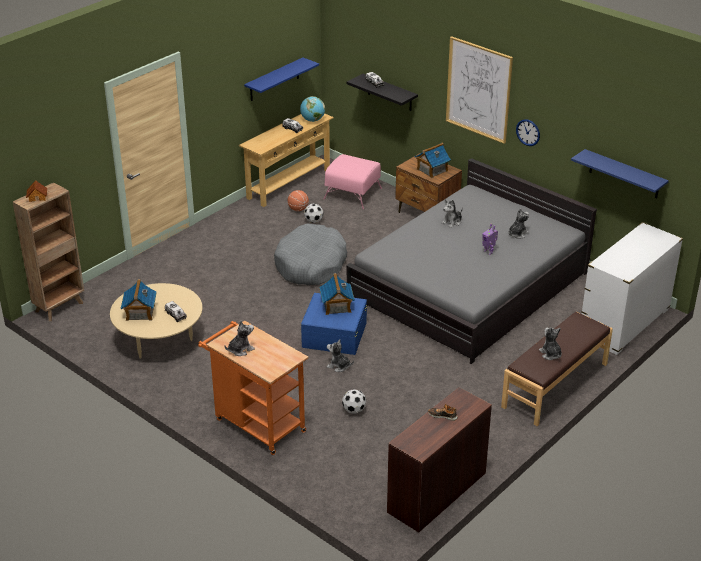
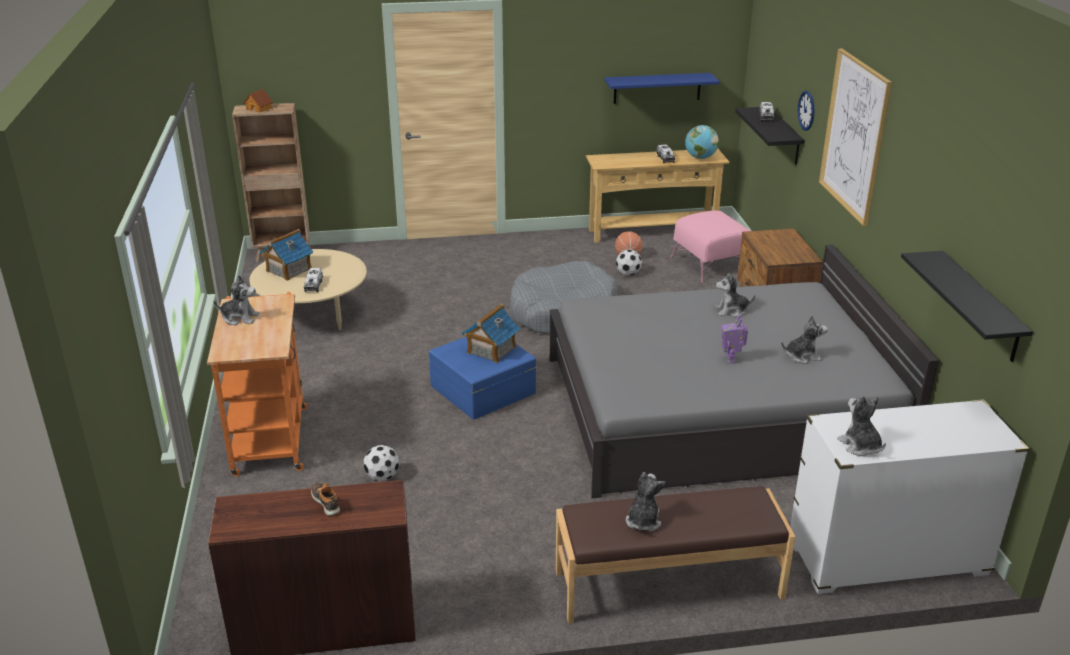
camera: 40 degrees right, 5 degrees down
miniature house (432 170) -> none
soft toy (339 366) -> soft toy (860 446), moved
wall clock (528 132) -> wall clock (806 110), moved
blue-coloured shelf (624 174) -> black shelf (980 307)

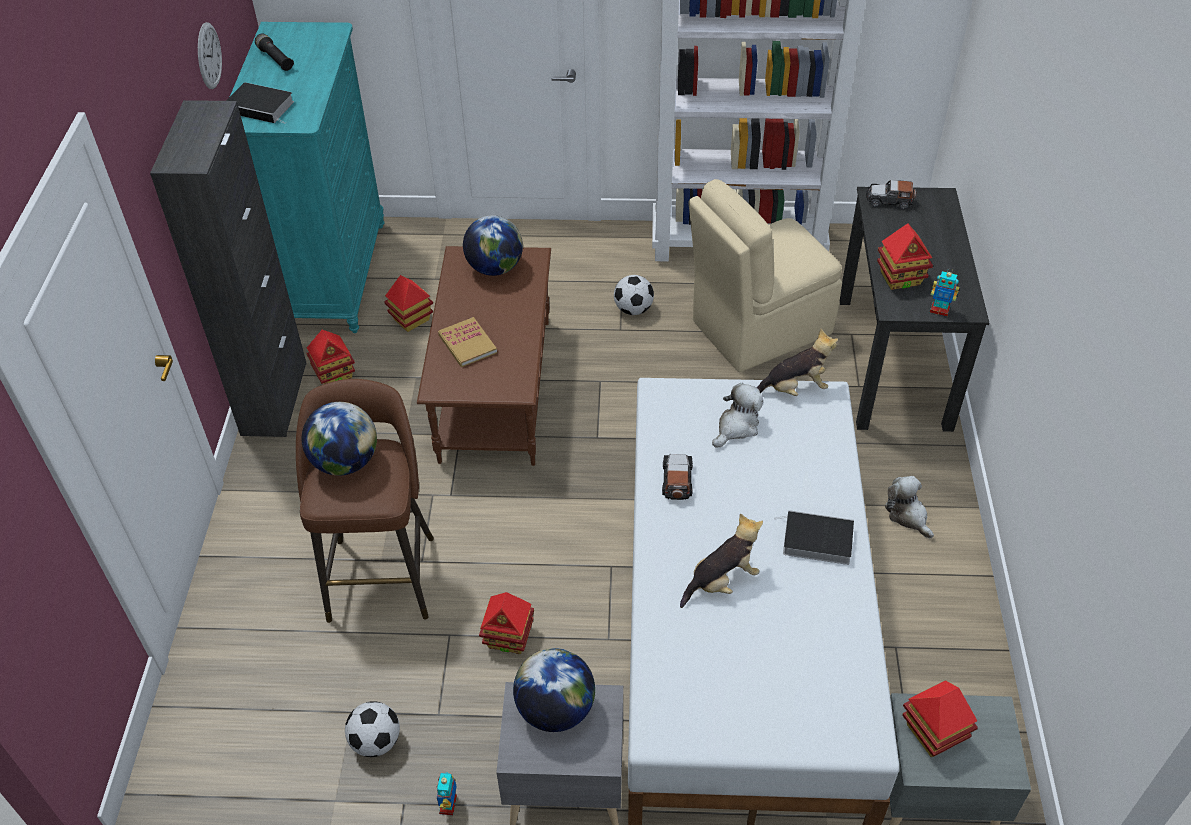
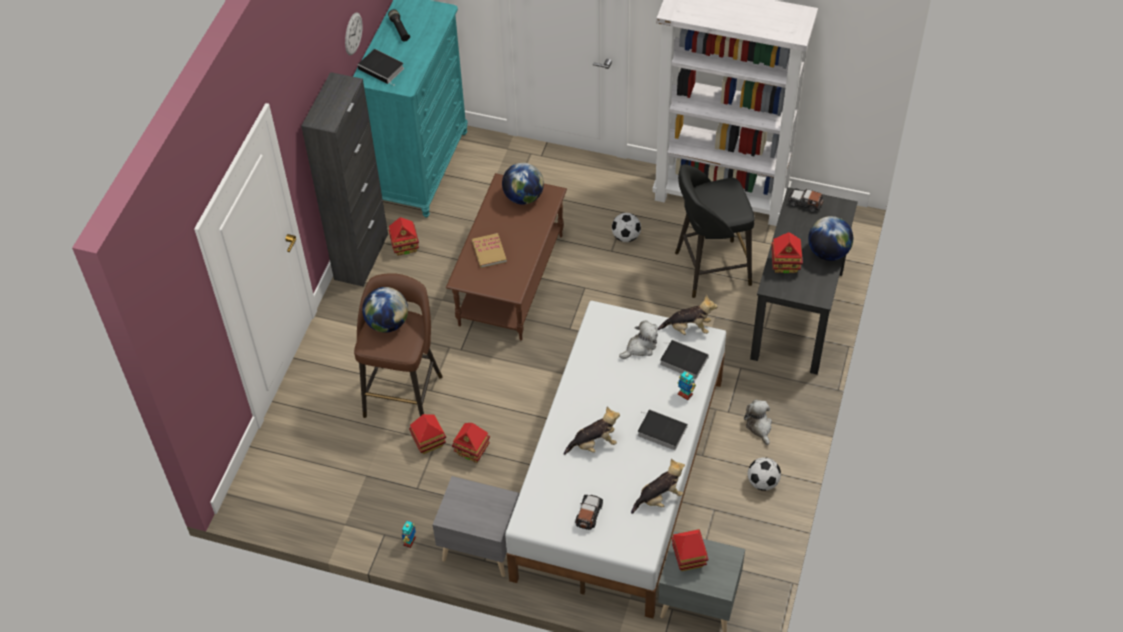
camera: 15 degrees right, 5 degrees up
none -> soft toy (659 498)
none -> book (682 361)
football (376 741) -> football (762 482), moved
miniature house (411 319) -> miniature house (429 443), moved
globe (555 710) -> globe (828 252), moved
model car (677 481) -> model car (588 514), moved
robot figure (939 310) -> robot figure (685 394), moved
beige upright chair (758 328) -> black stool seat (710 269)

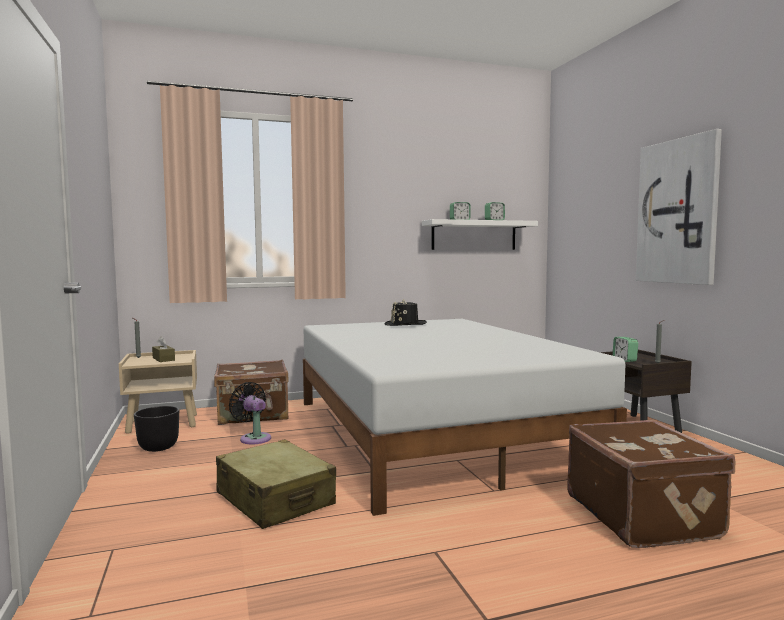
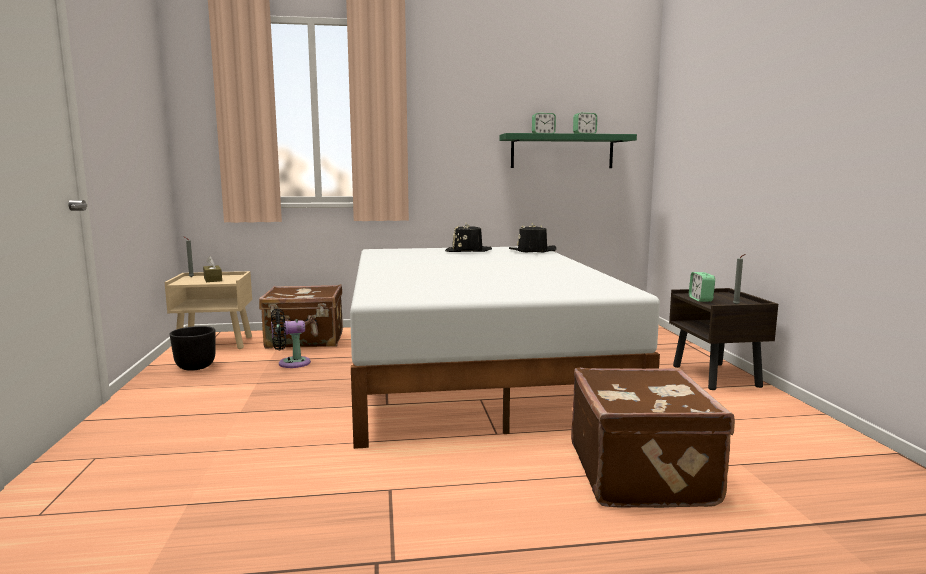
camera: 10 degrees right, 5 degrees up
beige travel case (275 499) -> none
wall art (677 211) -> none
none -> black hat (532 251)
whitish shelf (474 235) -> green shelf (562 151)
black electric fan (253 438) -> black electric fan (290 363), 75 degrees counterclockwise

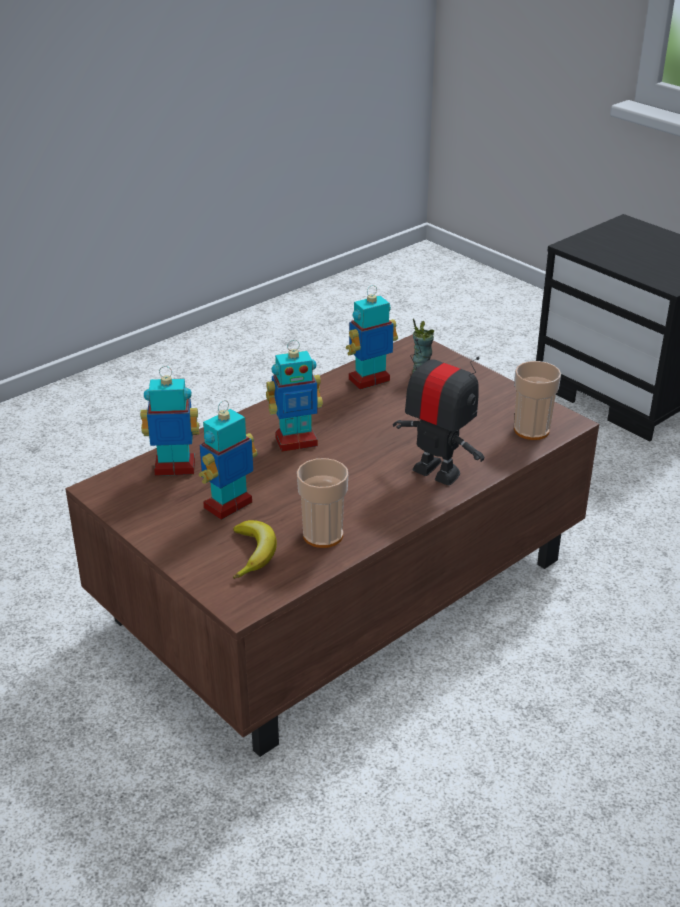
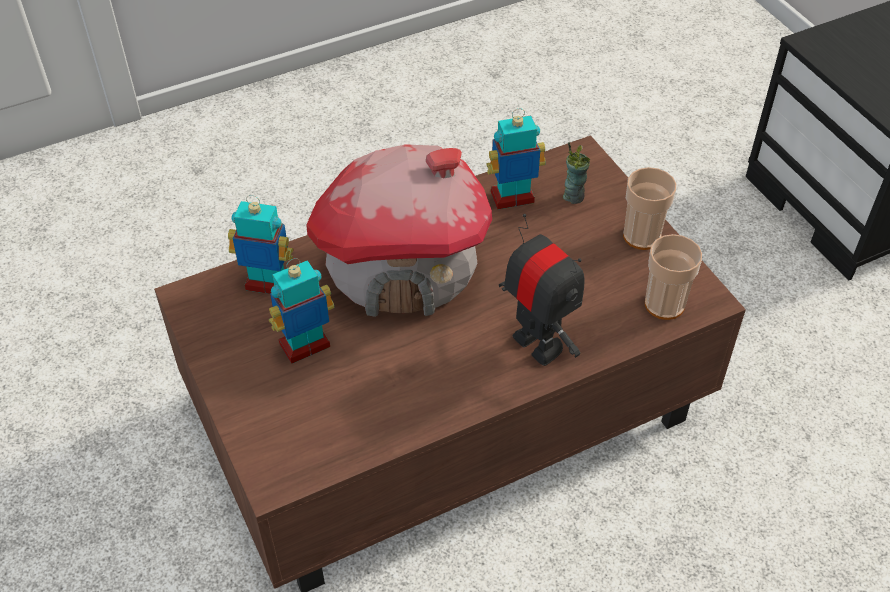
camera: 15 degrees right, 15 degrees up
banana fruit (254 553) -> none
small cup (323 535) -> small cup (642 236), moved
robot figure (296 441) -> miniature house (404 271)

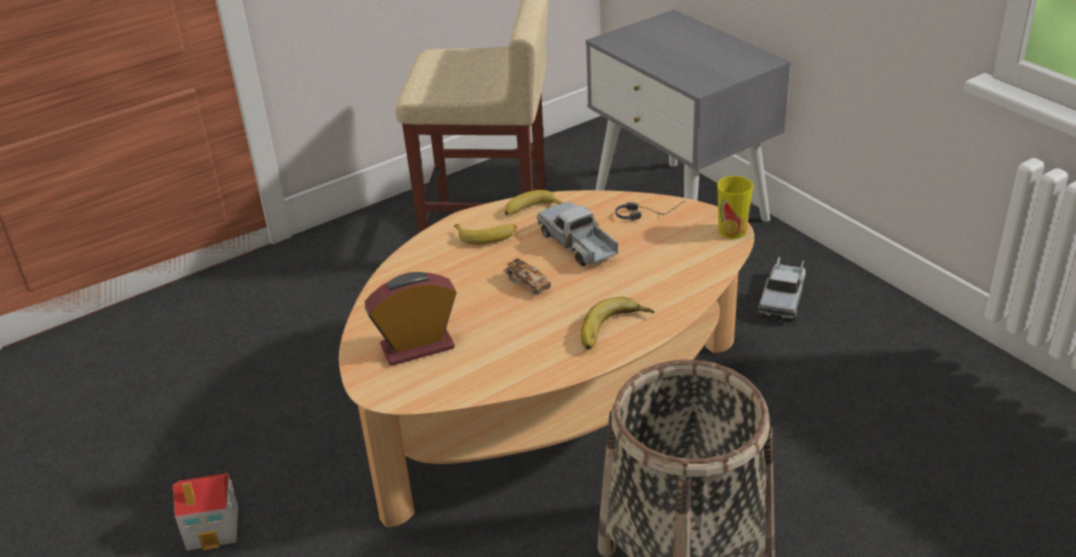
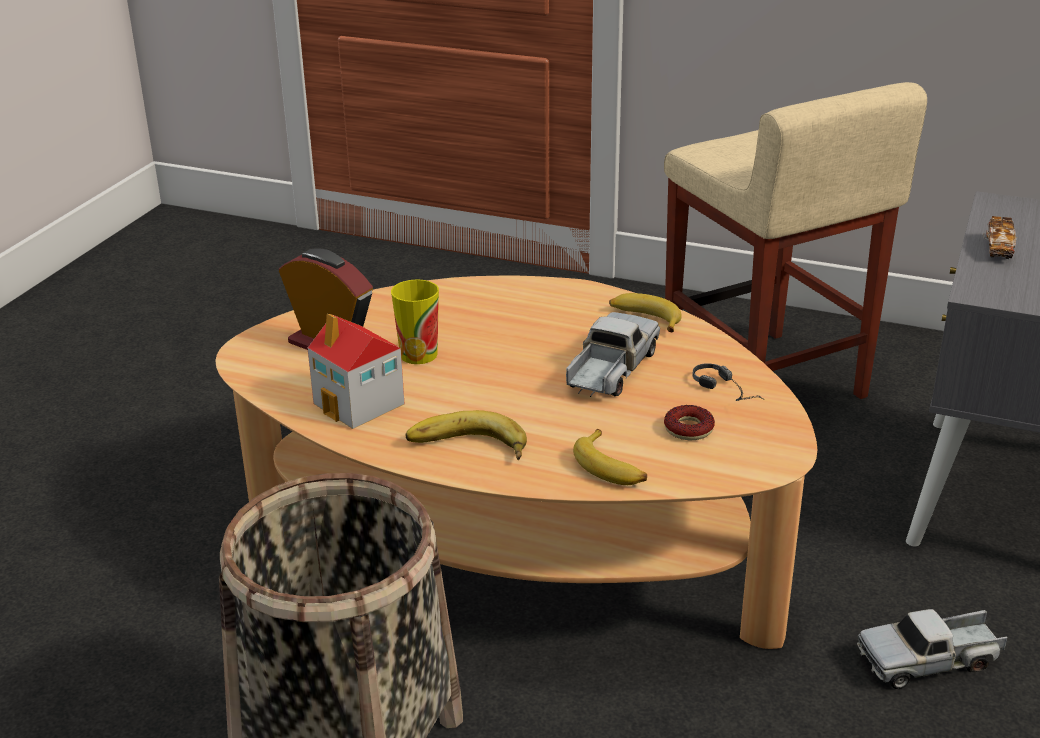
camera: 55 degrees right, 5 degrees down
none -> doughnut (689 429)
miniature house (214 528) -> miniature house (360 404), moved
banana fruit (487 236) -> banana fruit (611 467), moved
model car (527 284) -> model car (998 248), moved
small cup (732 231) -> small cup (418 354), moved

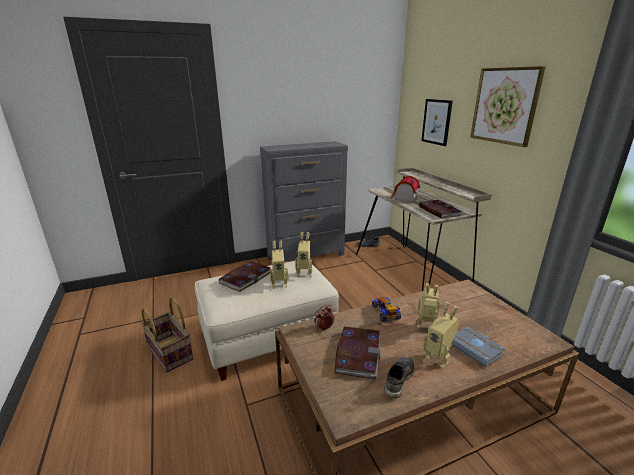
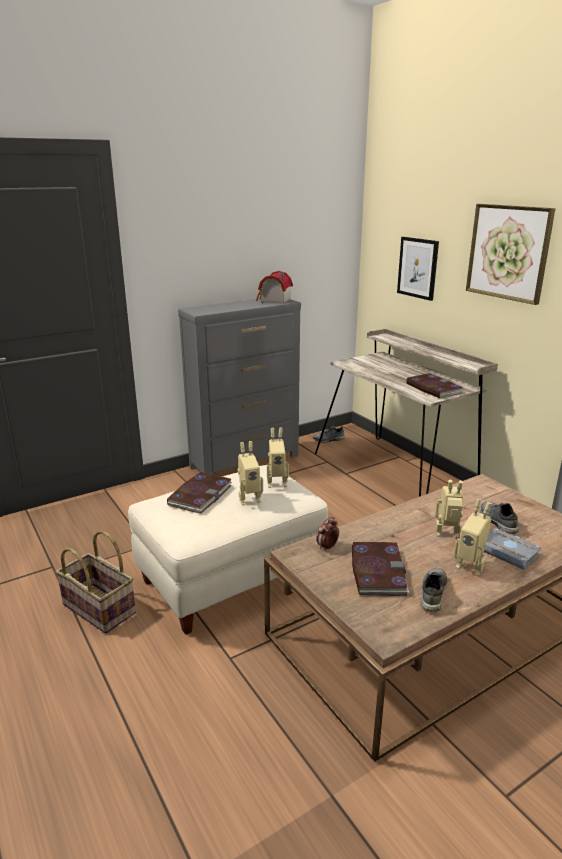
camera: 10 degrees left, 0 degrees up
model car (386 313) -> none
none -> grey low shoe (497 521)
miniature house (404 198) -> miniature house (273 300), moved

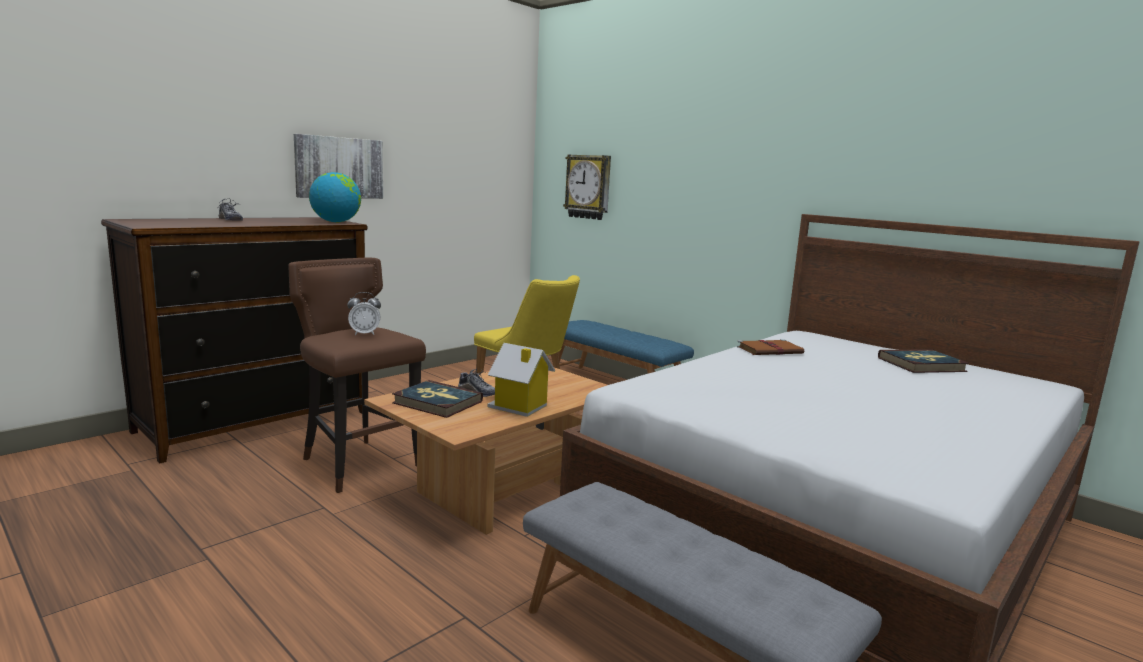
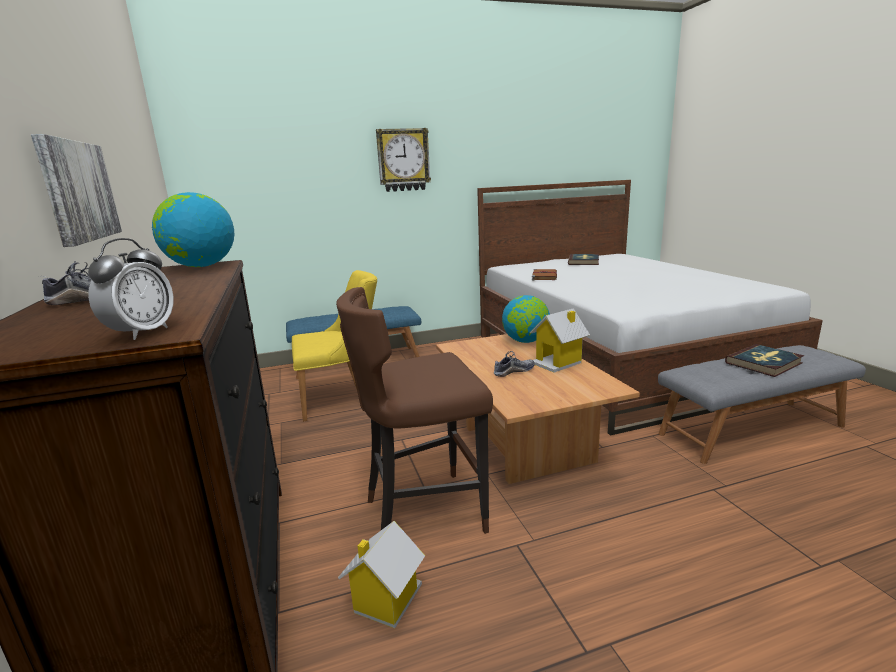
camera: 60 degrees left, 5 degrees up
none -> miniature house (386 600)
none -> globe (525 341)
table clock (364 334) -> table clock (142 333), moved
book (437 402) -> book (764 363), moved
wall clock (588 187) -> wall clock (403 160), moved

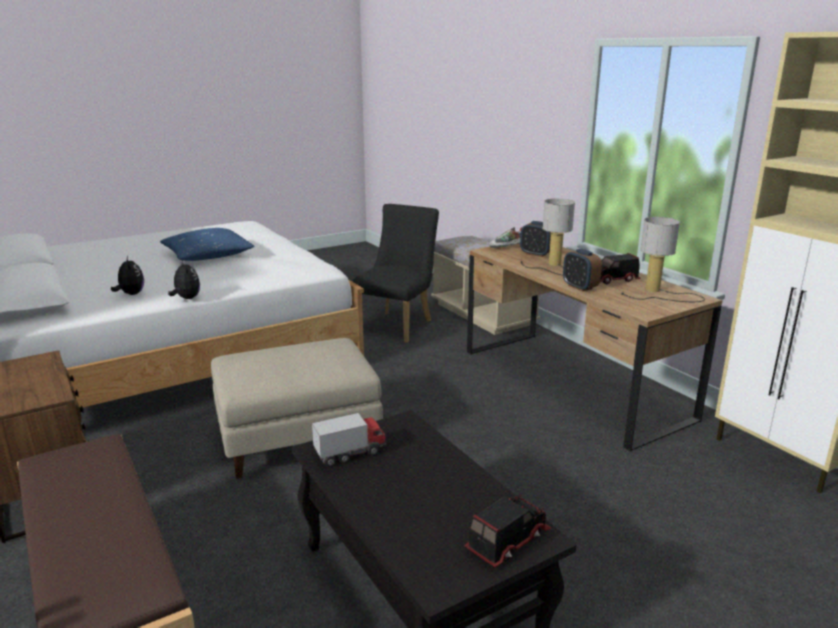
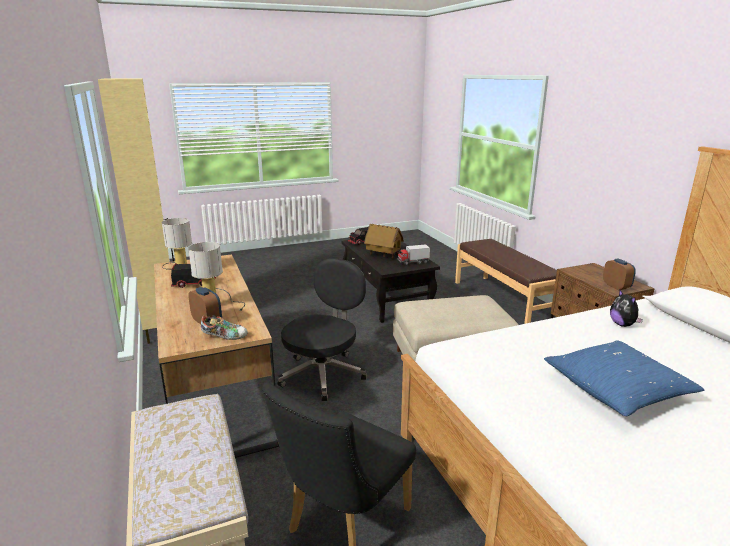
camera: 170 degrees left, 0 degrees up
soft toy (186 298) -> none
none -> black office chair (323 374)
none -> miniature house (384 255)
table clock (580 287) -> table clock (616 286), moved

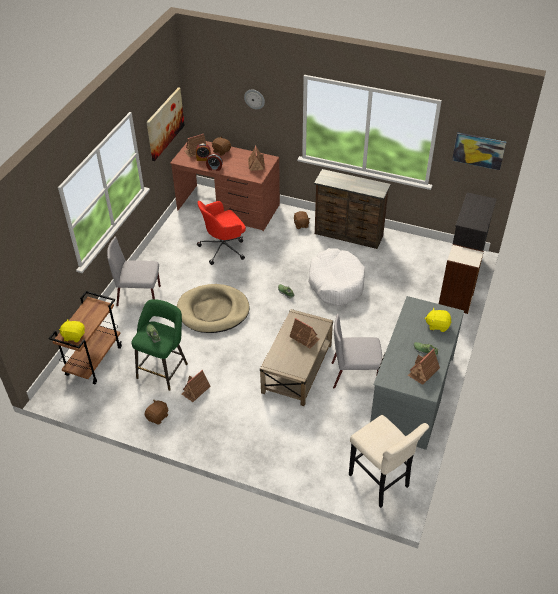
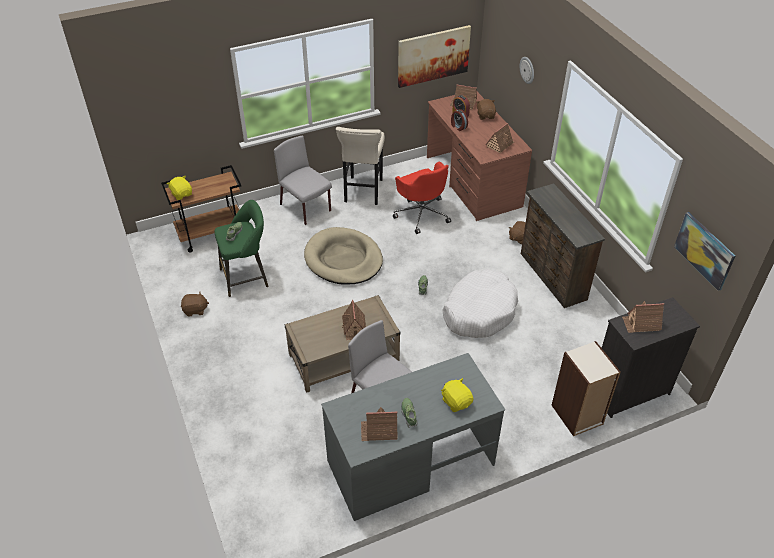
camera: 45 degrees right, 0 degrees up
miniature house (195 390) -> miniature house (641 323), moved
beige stool seat (380 483) -> beige stool seat (363 192), moved
red office chair (223 248) -> red office chair (421 213), 135 degrees counterclockwise

